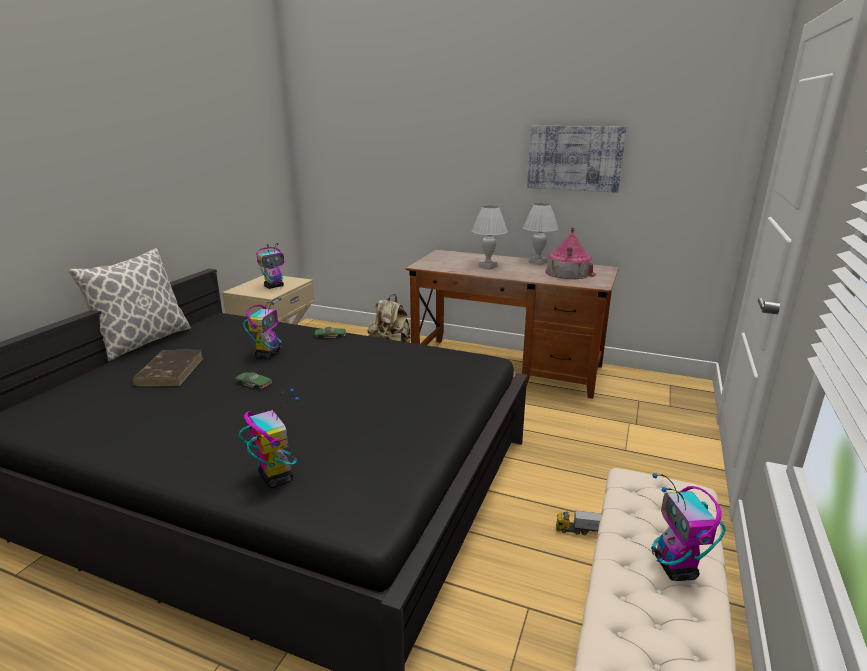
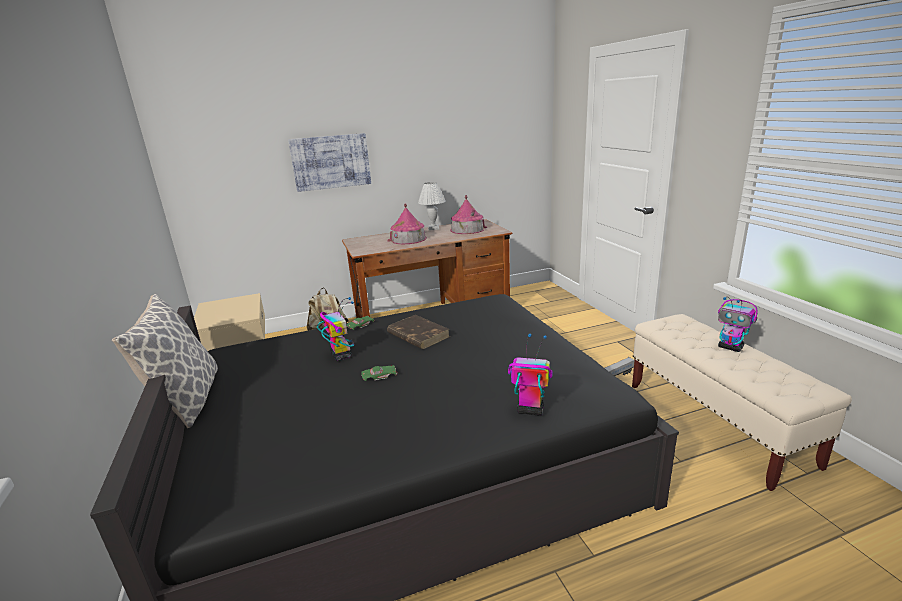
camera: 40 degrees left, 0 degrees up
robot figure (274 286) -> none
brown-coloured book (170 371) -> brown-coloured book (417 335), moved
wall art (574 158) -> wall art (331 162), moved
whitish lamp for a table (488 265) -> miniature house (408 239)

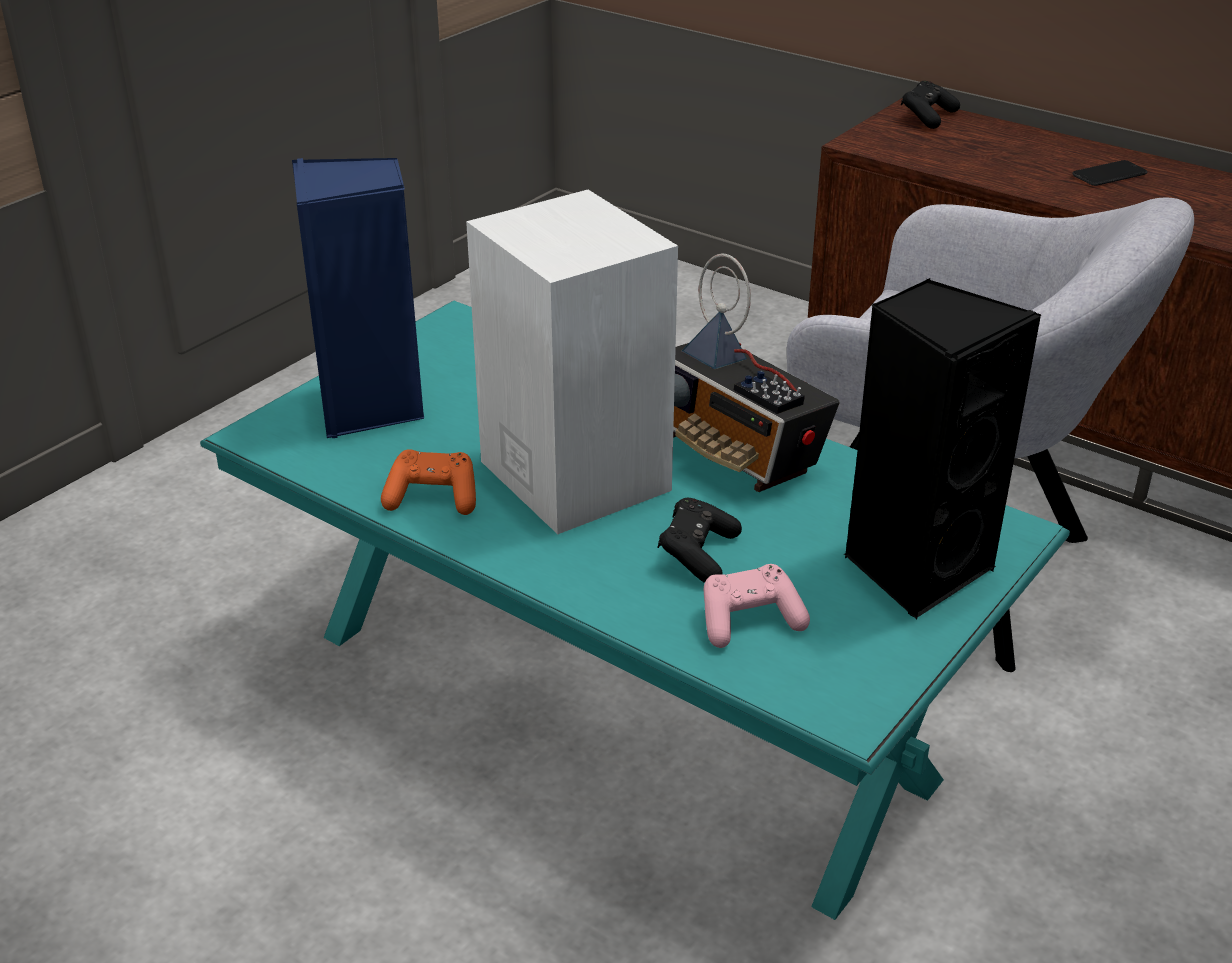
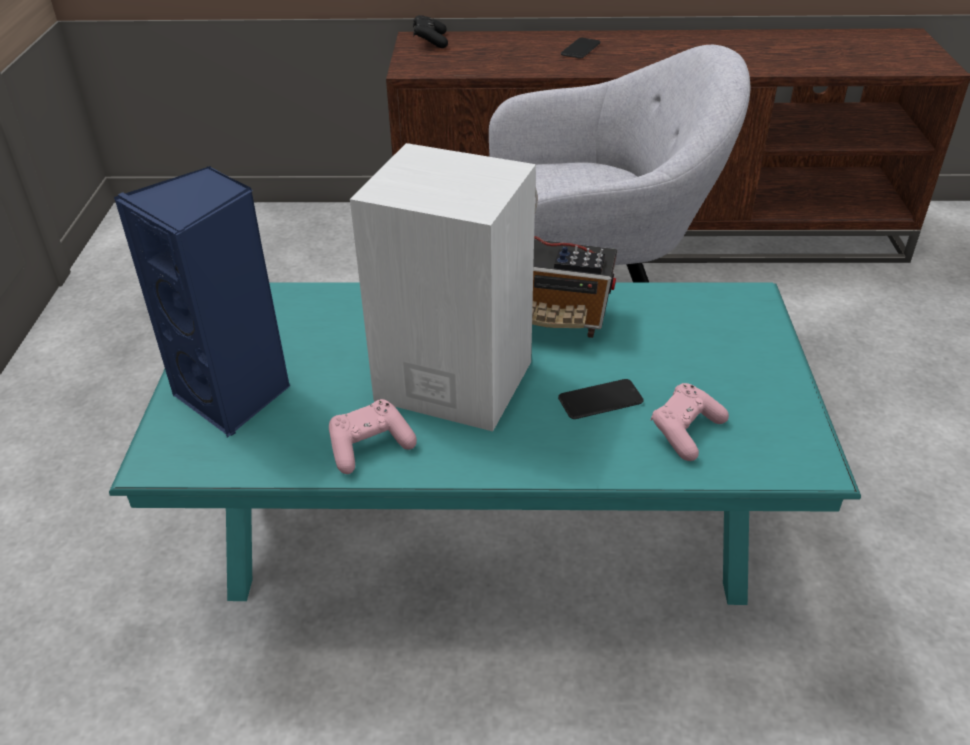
camera: 35 degrees left, 5 degrees up
black loudspeaker (914 568) -> none
black joypad (697 554) -> handset (600 400)
orange-coloured joypad (433 498) -> pinkish joypad (370 447)

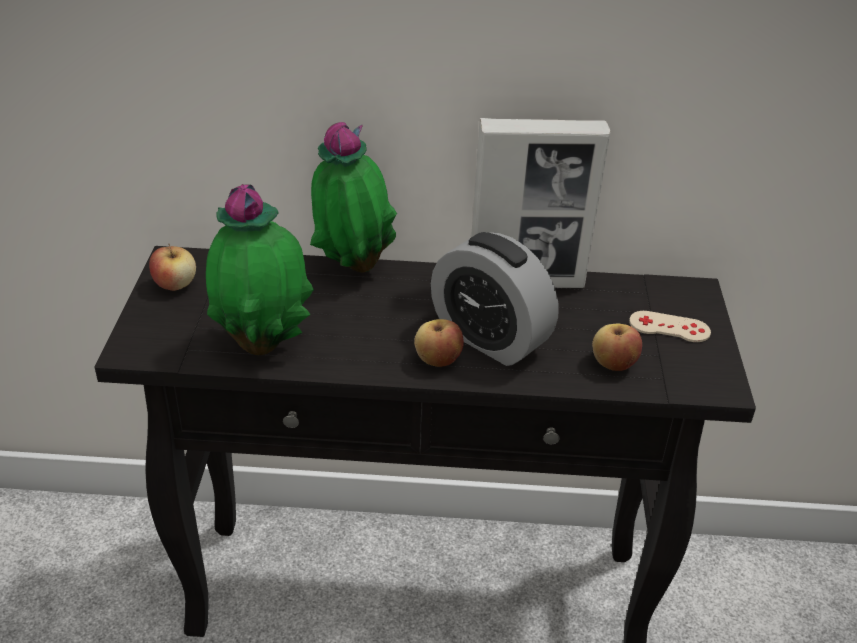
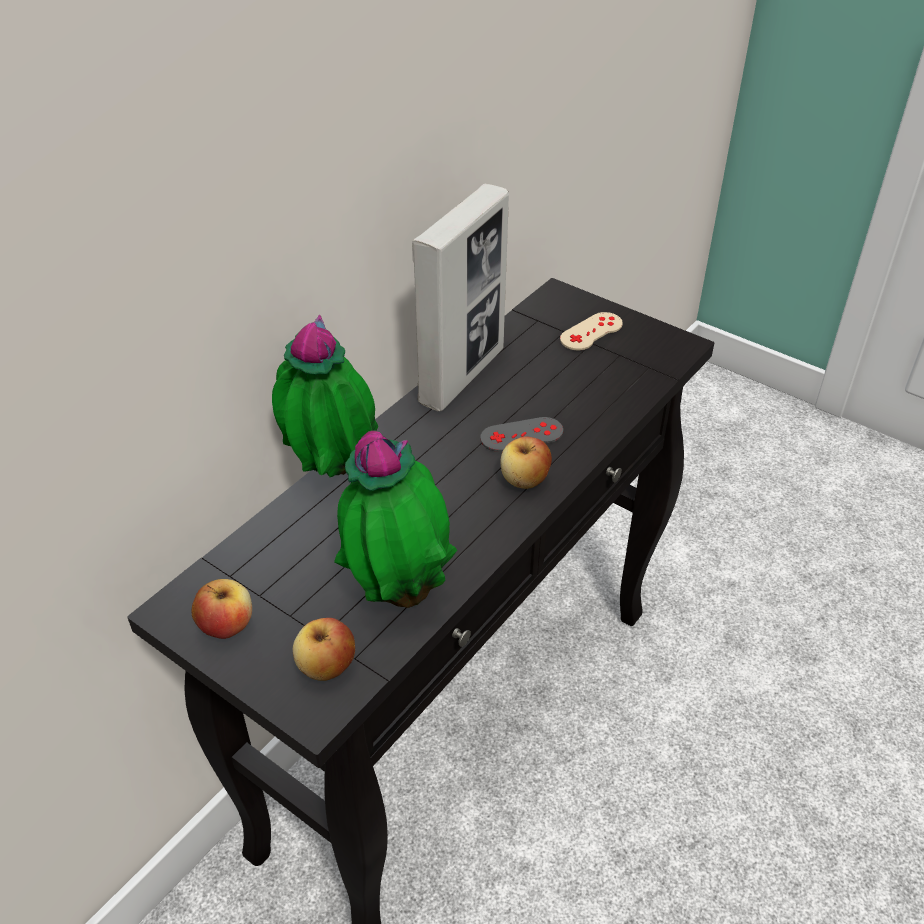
camera: 55 degrees left, 5 degrees up
apple fruit (613 363) -> apple fruit (326 666), moved
table clock (489 338) -> grey joypad (521 435)

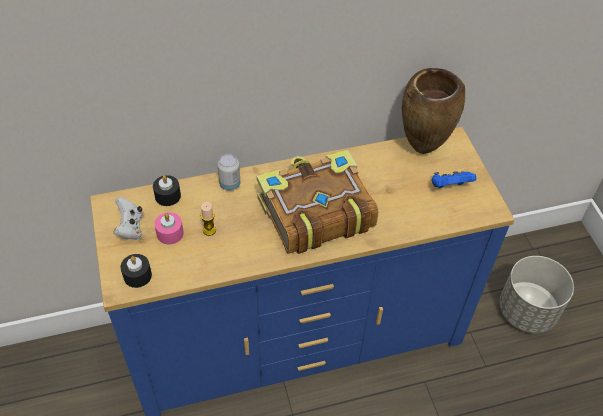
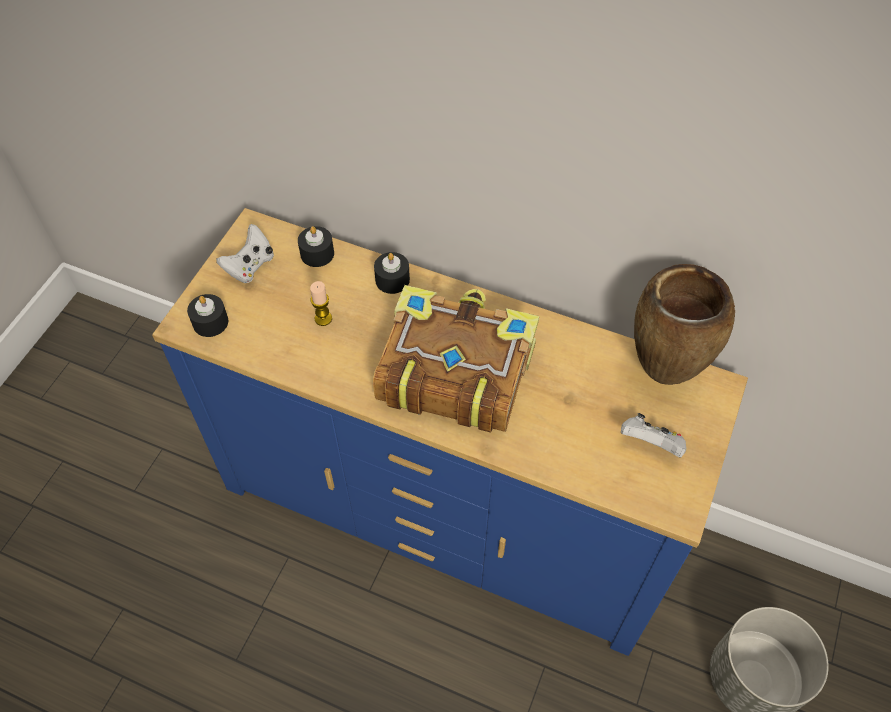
camera: 40 degrees right, 5 degrees up
pinkish wax candle (170 233) -> none
sealed can (230 184) -> black wax candle (392 280)
blue-coloured joypad (449 187) -> whitish joypad (651 444)

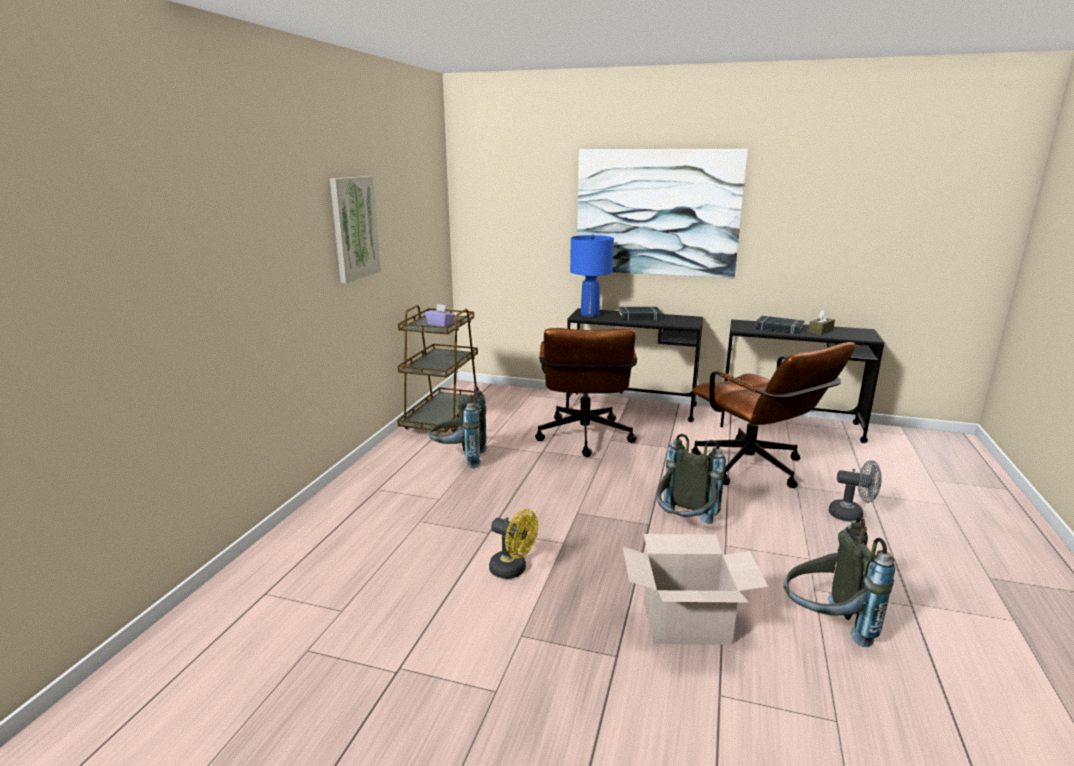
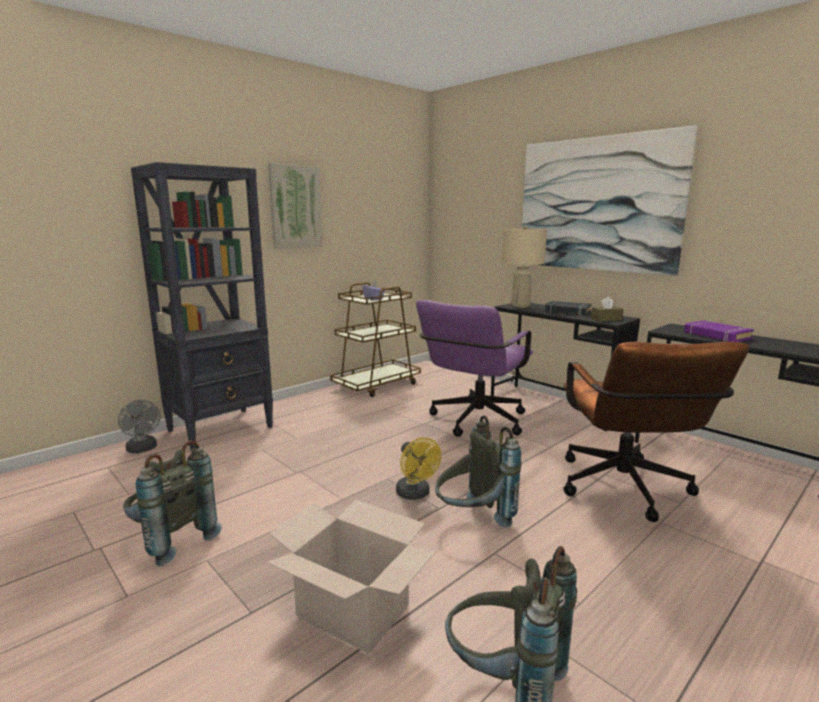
camera: 30 degrees right, 5 degrees down
none -> black shelving unit (221 428)
grey backpack (459 458) -> grey backpack (171 540), moved
yellowish electric fan (513 570) -> yellowish electric fan (416 494), moved
brown-coloured tissue holder (820 331) -> brown-coloured tissue holder (606 319), moved
grey electric fan (851 515) -> grey electric fan (143 449), moved
brown-coloured office chair (584 439) -> purple-coloured office chair (474 423)
blue-coloured lamp for a table (590 315) -> beige lamp for a table (521 306)
black book (779 328) -> purple-coloured book (716 335)

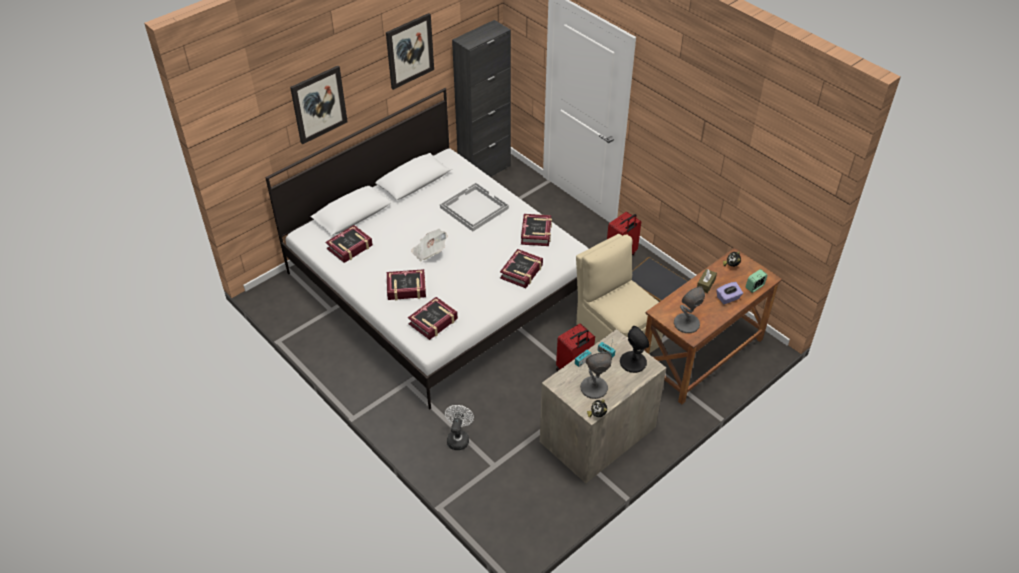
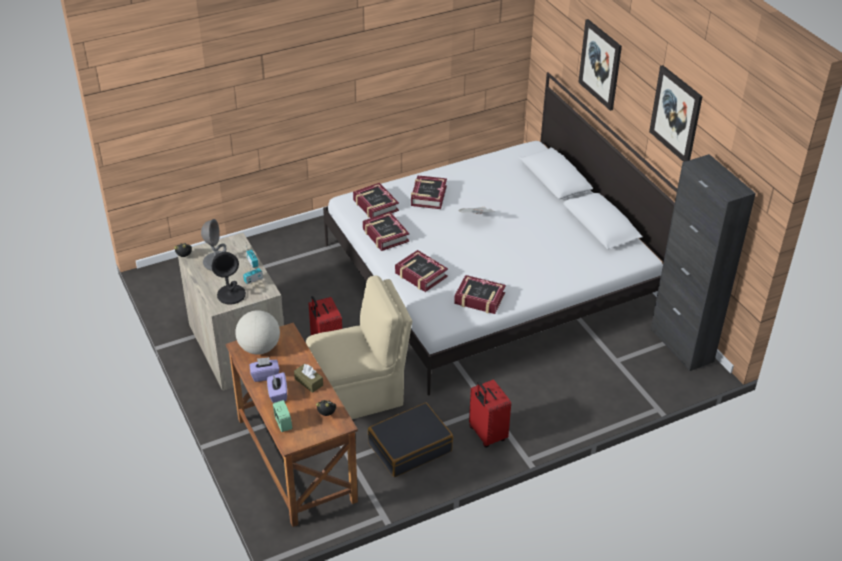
camera: 105 degrees right, 5 degrees down
whitish serving tray (473 208) -> none
whitish electric fan (458 438) -> none
none -> purple-coloured tissue holder (265 375)
book (350 247) -> book (385 235), moved
grey lamp for a table (686 323) -> globe (259 348)

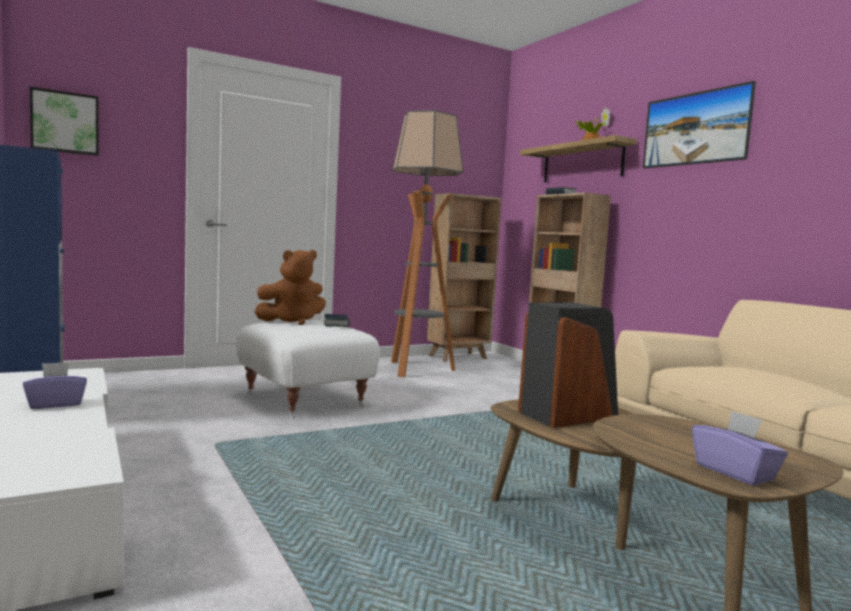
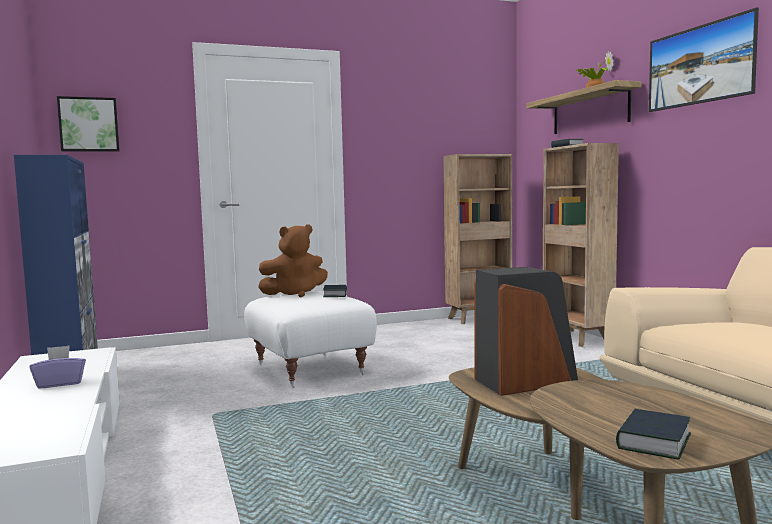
camera: 10 degrees right, 0 degrees up
standing lamp (416 369) -> none
purple-coloured tissue holder (735 472) -> book (653 442)

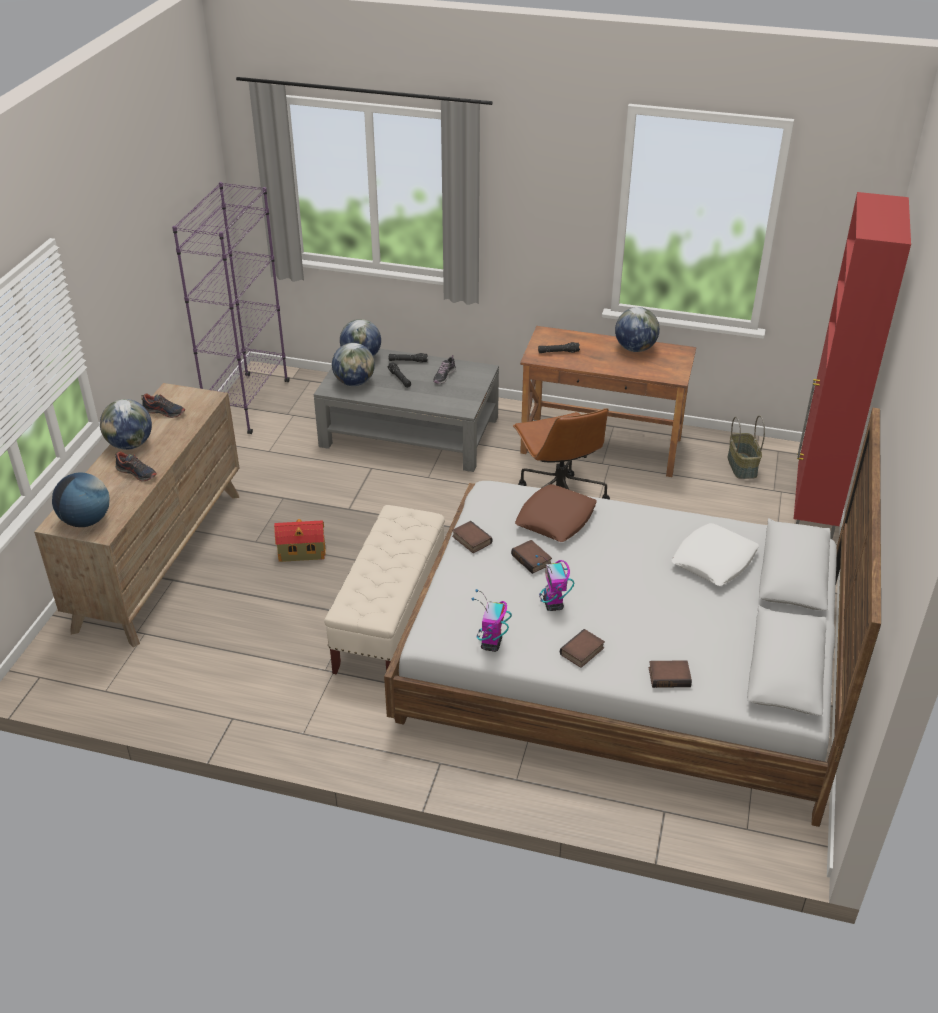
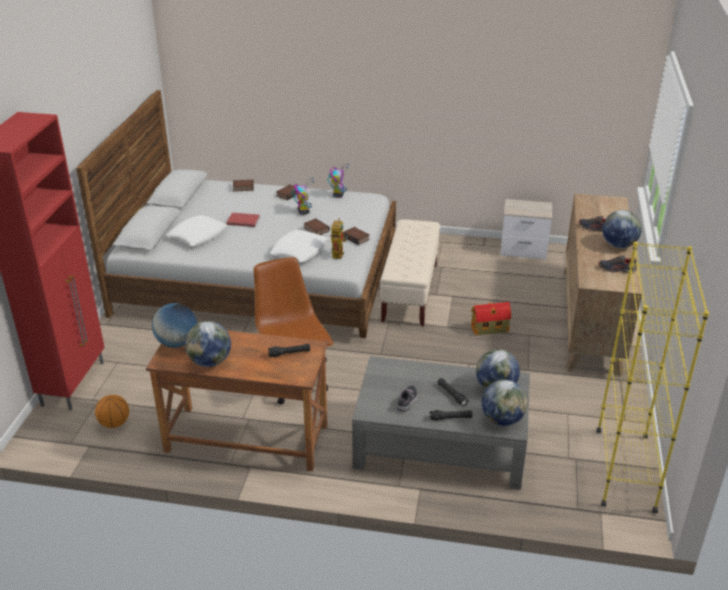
camera: 175 degrees right, 5 degrees down
none -> red book (243 220)
none -> robot figure (337 253)
none -> bedside table (524 250)
globe (86 521) -> globe (177 343), moved
storage basket (742 466) -> basketball (114 423)
purple-coloured shelving unit (248 404) -> yellowish shelving unit (625 469)
brown-coloured cushion (555 519) -> whitish cushion (299 251)

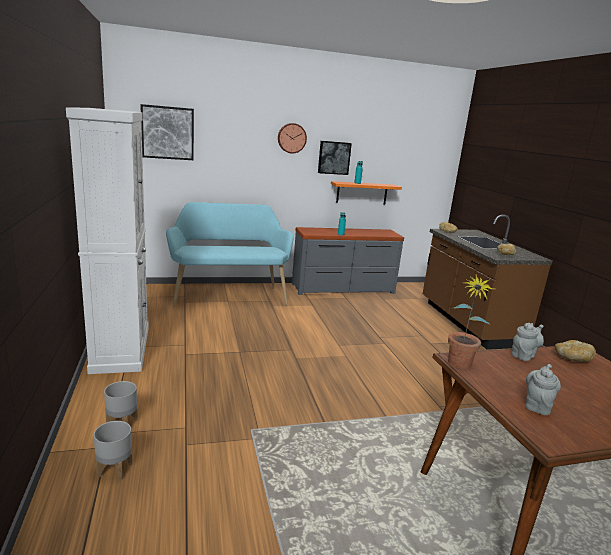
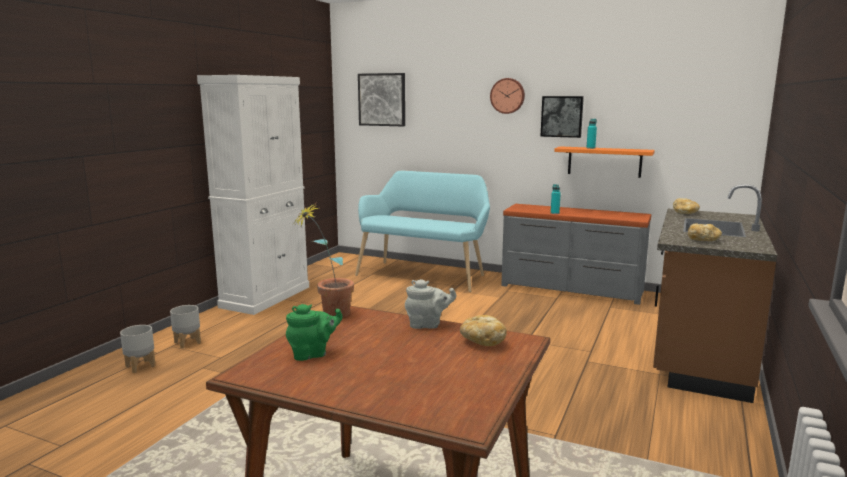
camera: 40 degrees right, 5 degrees down
grey teapot (537 405) -> green teapot (313 354)

